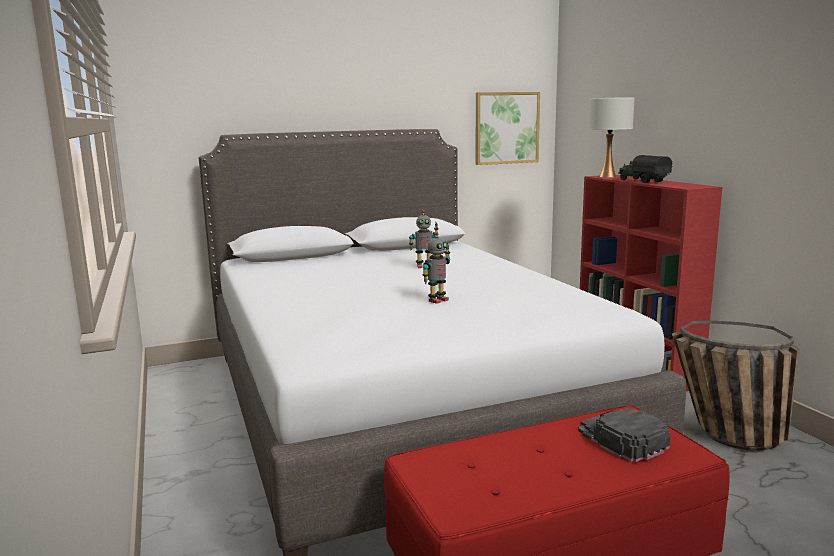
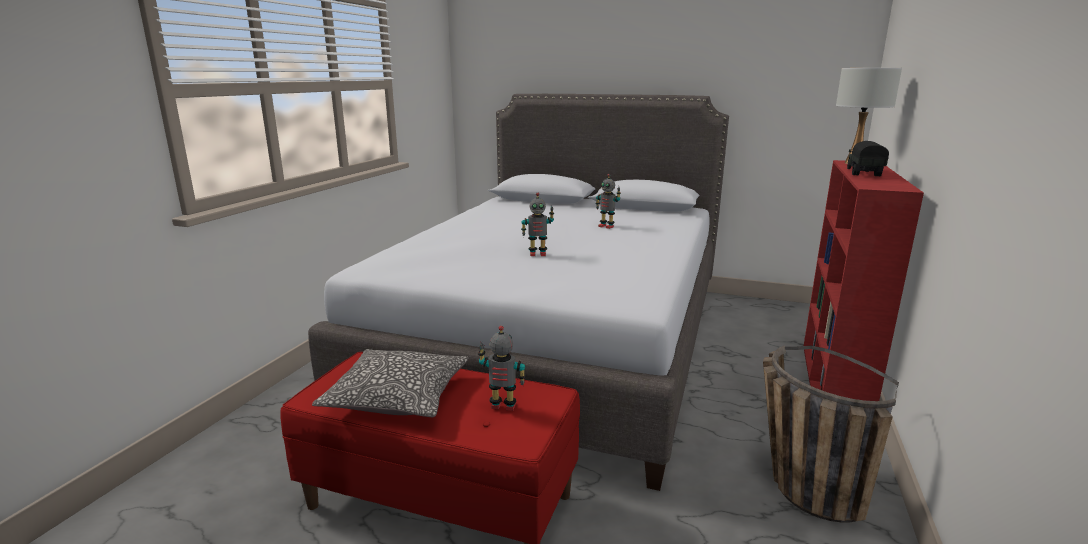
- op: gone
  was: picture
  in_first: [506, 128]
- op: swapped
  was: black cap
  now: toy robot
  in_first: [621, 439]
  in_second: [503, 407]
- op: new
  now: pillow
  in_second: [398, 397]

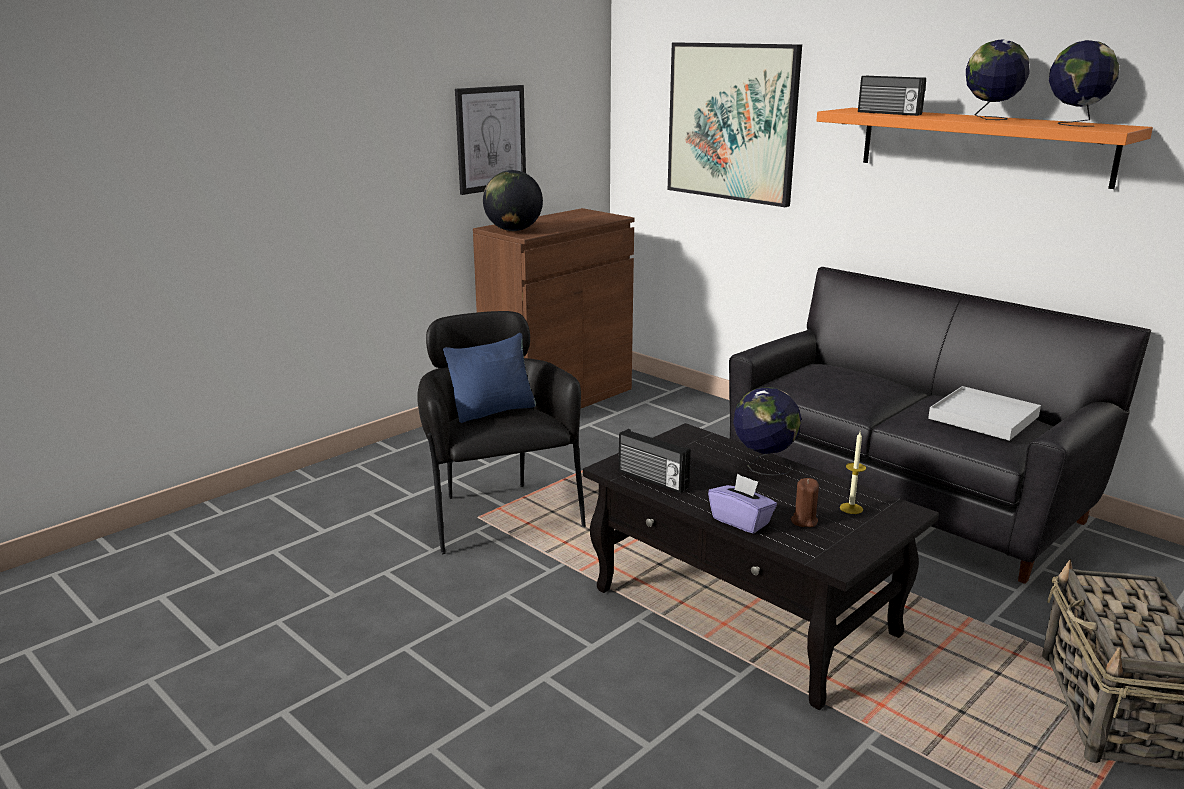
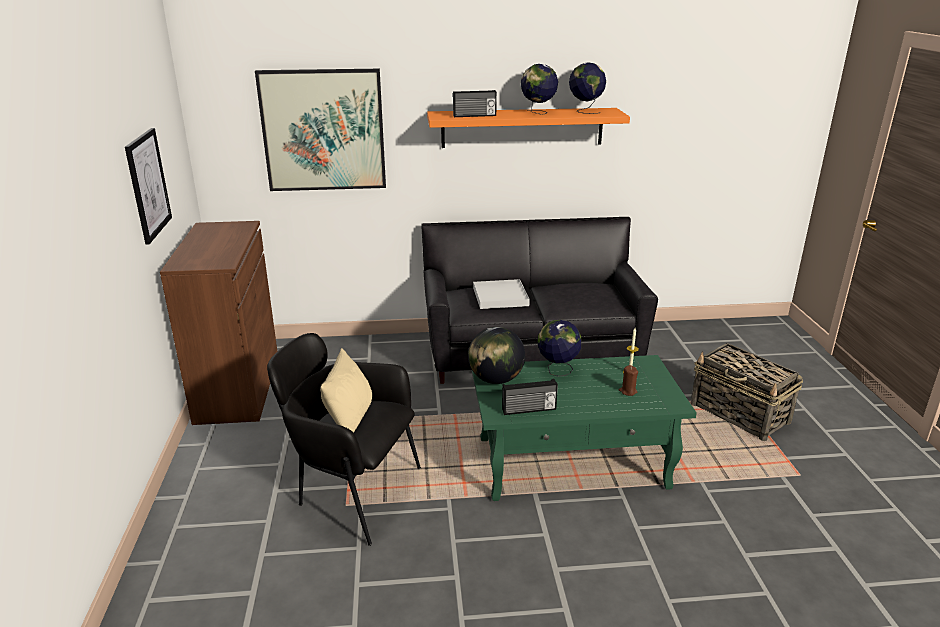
- op: shifted
  was: globe
  in_first: [513, 230]
  in_second: [496, 379]
- op: repainted
  was: blue pillow
  now: beige pillow
  in_first: [493, 411]
  in_second: [349, 417]
- op: shifted
  was: white tray
  in_first: [984, 417]
  in_second: [500, 297]
- op: repainted
  was: black coffee table
  now: green coffee table
  in_first: [746, 612]
  in_second: [573, 462]
- op: gone
  was: purple tissue box
  in_first: [741, 521]

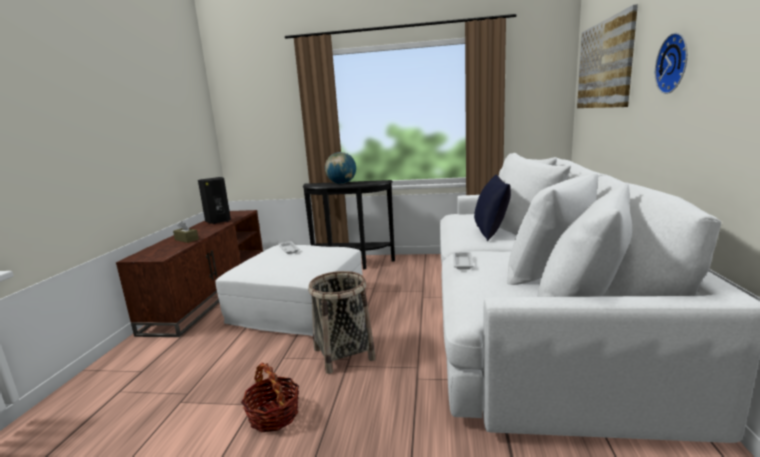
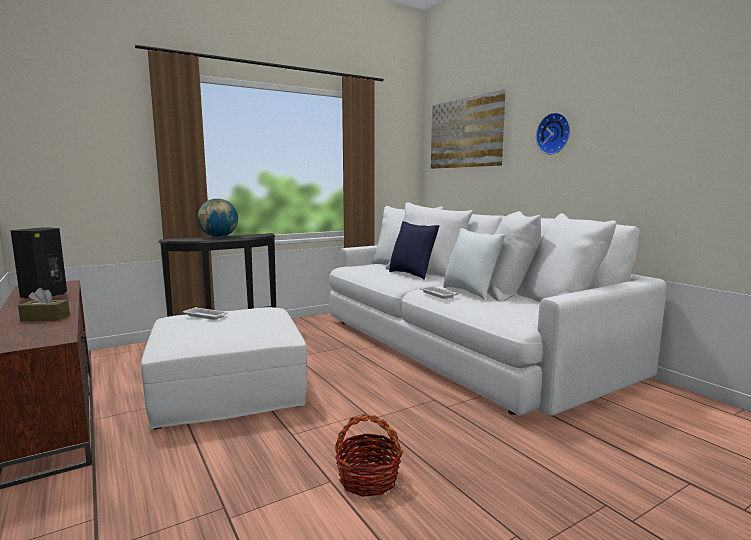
- op: gone
  was: basket
  in_first: [344, 354]
- op: new
  now: white pillow
  in_second: [470, 292]

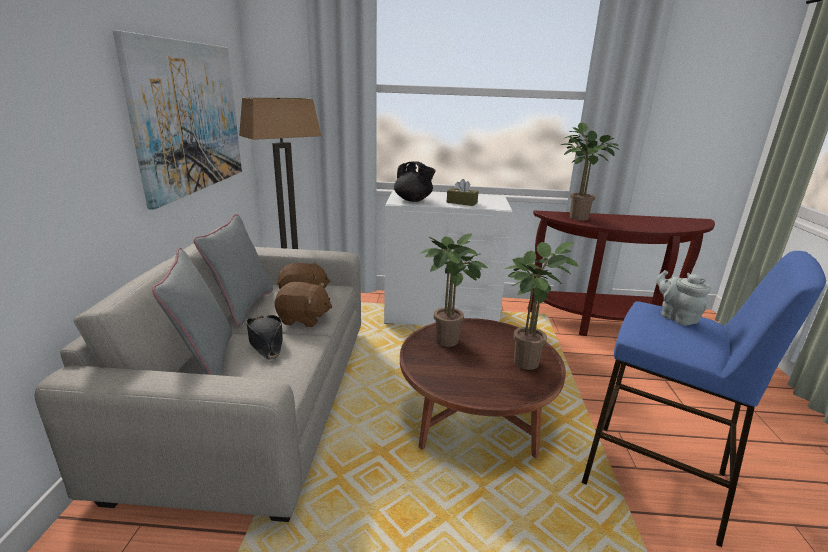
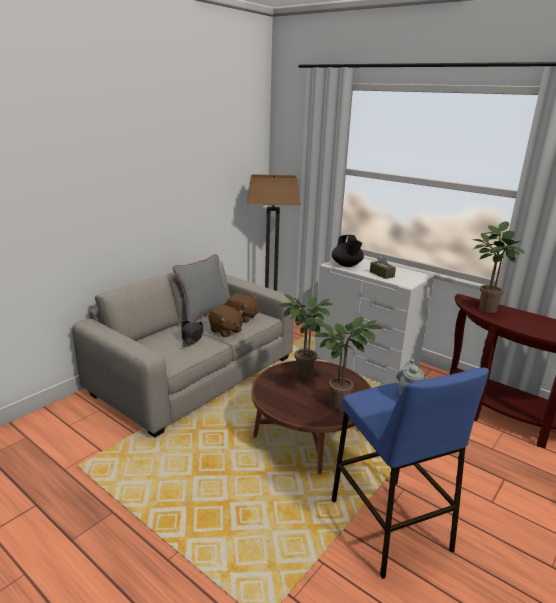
- op: gone
  was: picture
  in_first: [189, 118]
- op: gone
  was: grey pillow
  in_first: [206, 360]

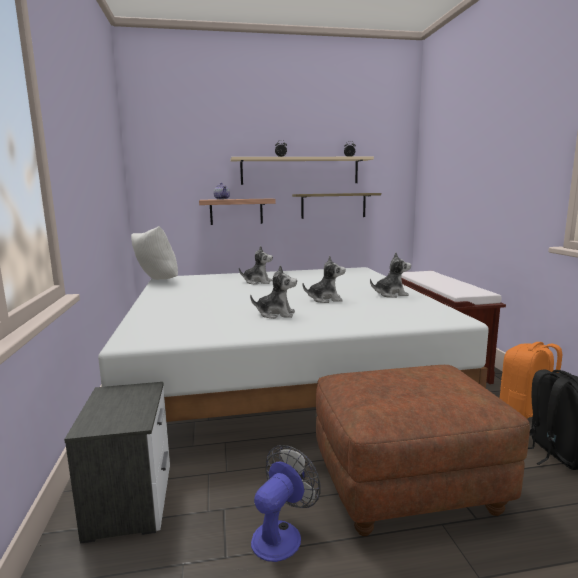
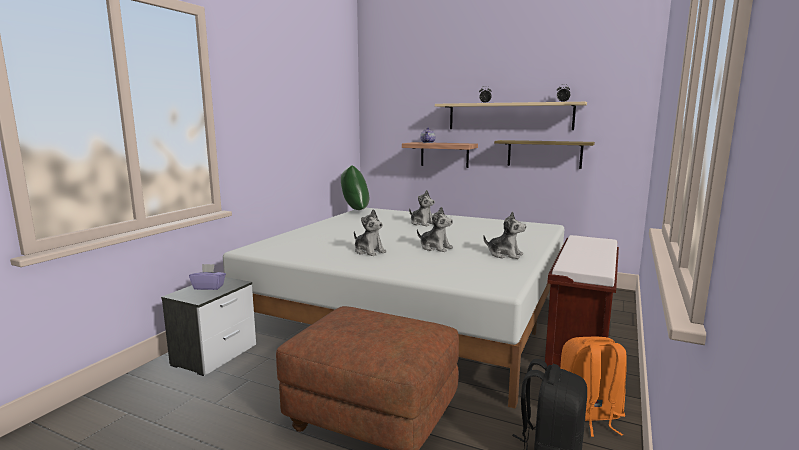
- op: repainted
  was: white pillow
  now: green pillow
  in_first: [156, 281]
  in_second: [354, 211]
- op: gone
  was: fan
  in_first: [281, 534]
- op: new
  now: purple tissue box
  in_second: [209, 287]

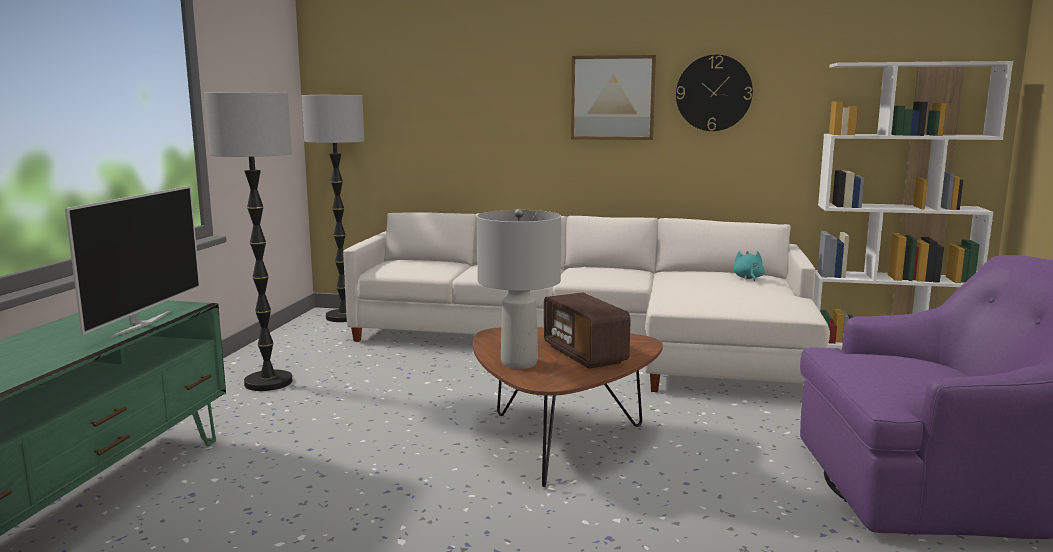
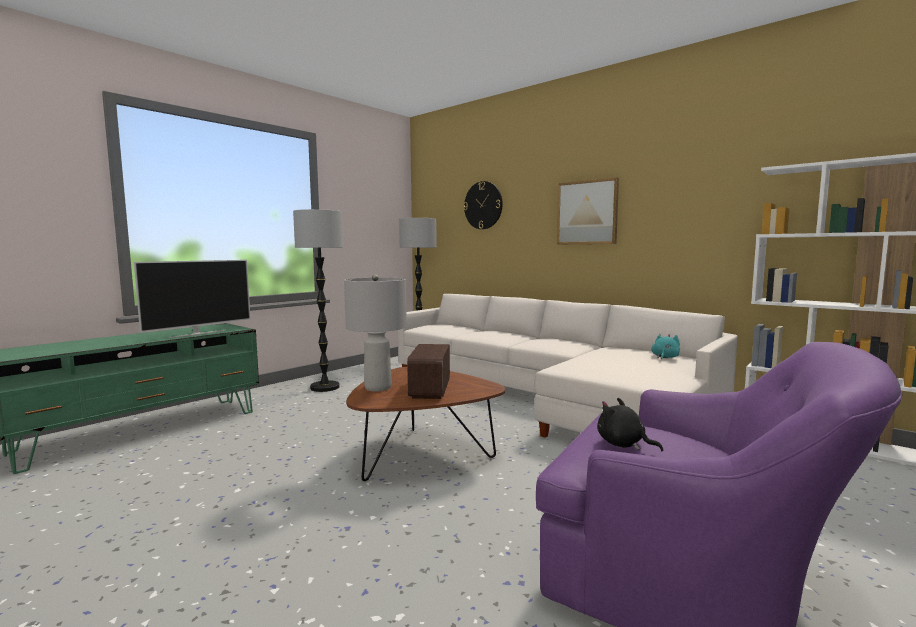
- op: shifted
  was: wall clock
  in_first: [713, 93]
  in_second: [483, 205]
- op: new
  now: black plush toy
  in_second: [623, 444]

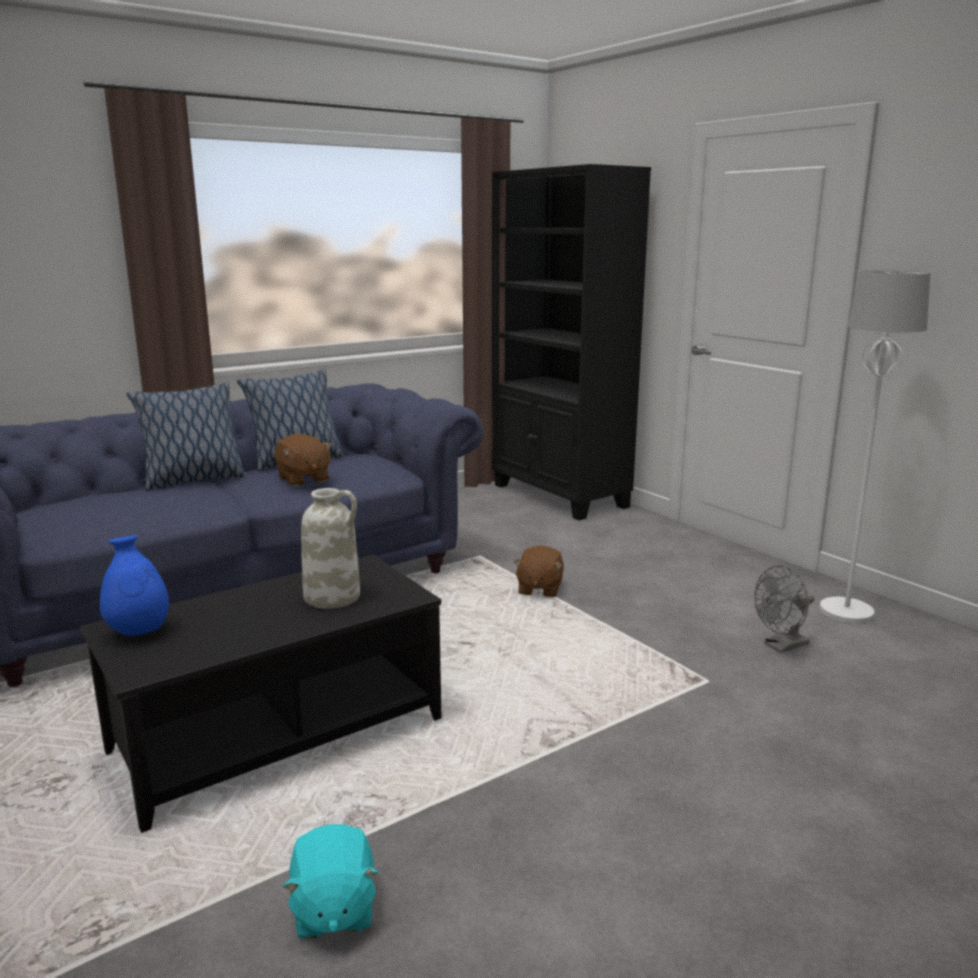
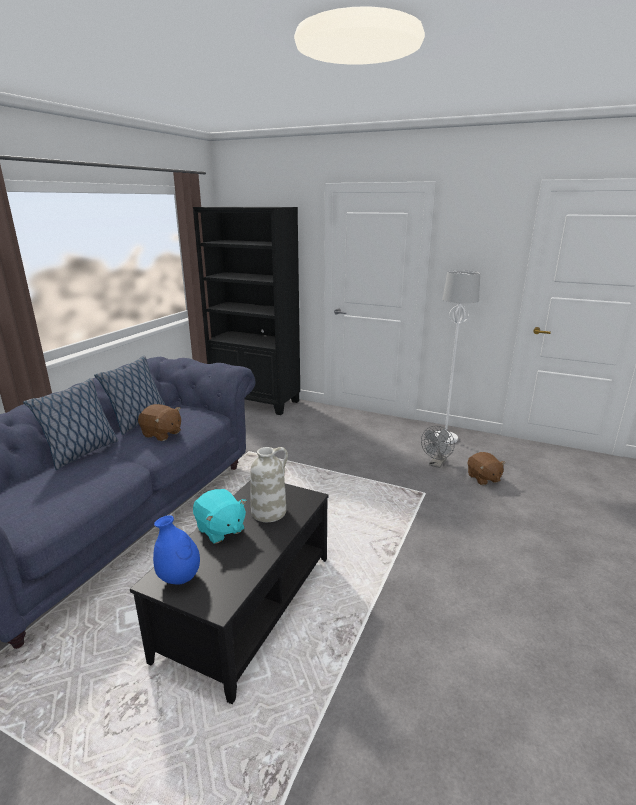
- op: shifted
  was: brown plush toy
  in_first: [539, 589]
  in_second: [483, 478]
- op: shifted
  was: turquoise plush toy
  in_first: [333, 910]
  in_second: [220, 530]

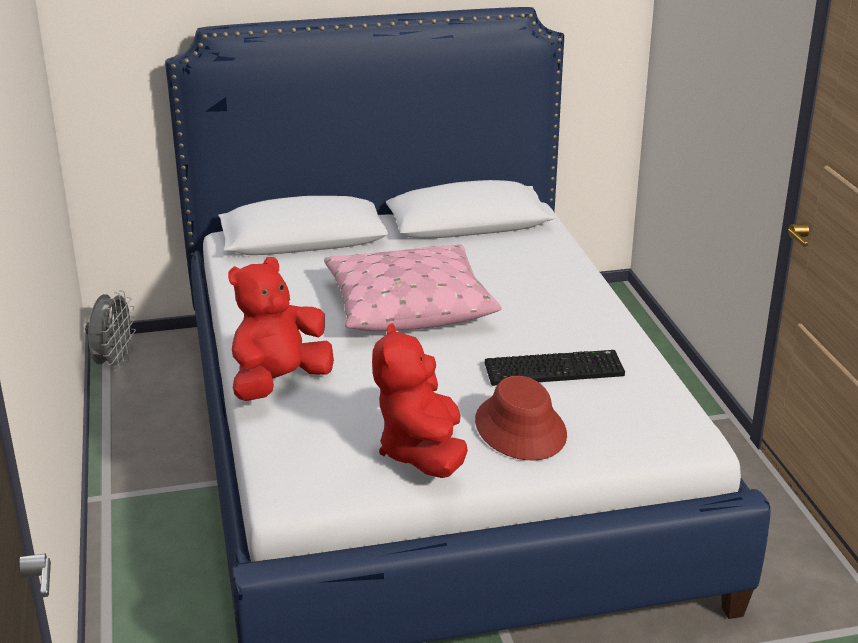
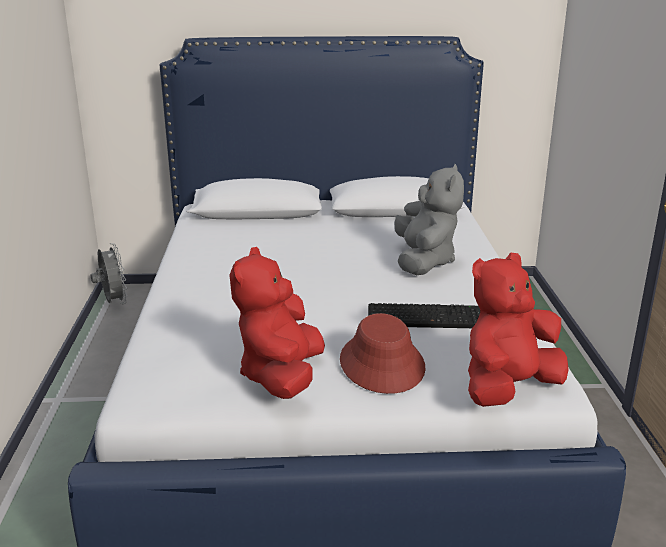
- op: gone
  was: pink pillow
  in_first: [408, 305]
- op: shifted
  was: red plush toy
  in_first: [279, 383]
  in_second: [508, 389]
- op: rotated
  was: grey fan
  in_first: [114, 363]
  in_second: [113, 302]
  clockwise: -45
- op: new
  now: grey plush toy
  in_second: [424, 261]

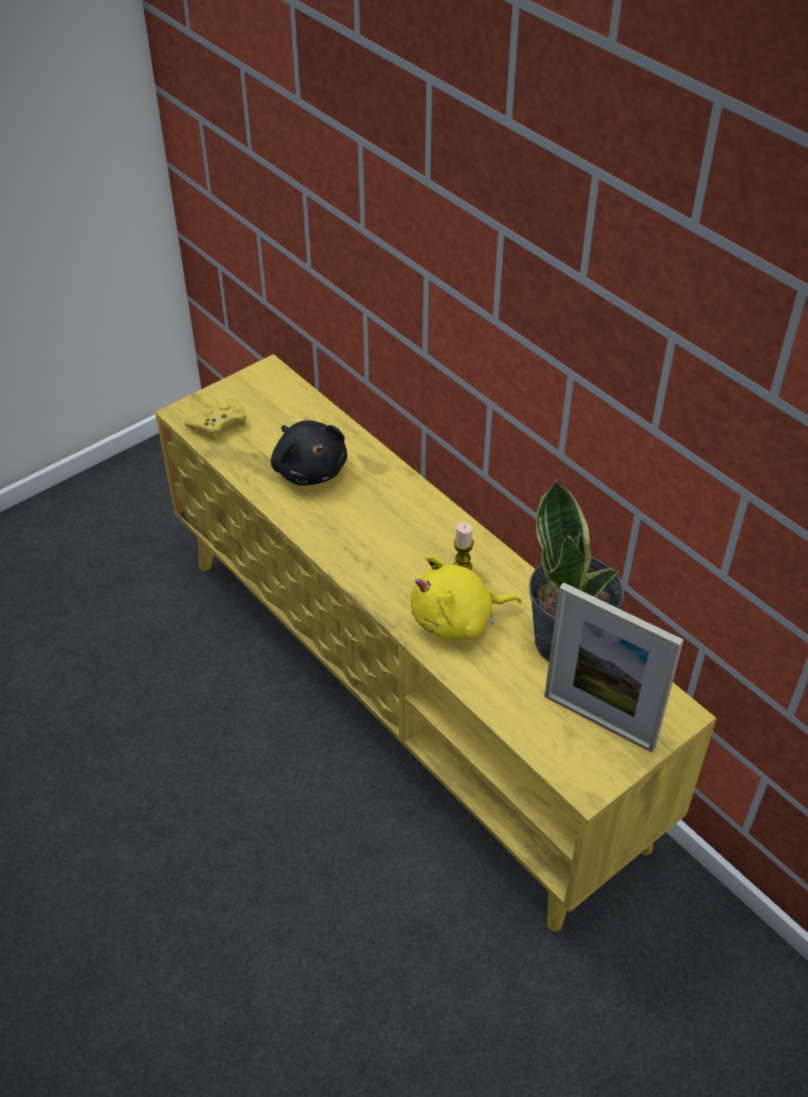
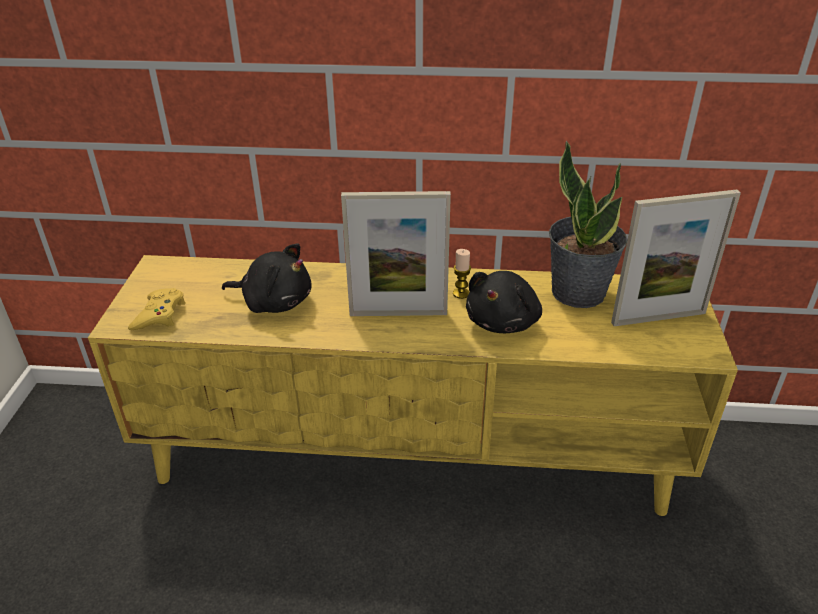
- op: repainted
  was: yellow plush toy
  now: black plush toy
  in_first: [457, 620]
  in_second: [504, 321]
- op: new
  now: picture frame
  in_second: [398, 313]

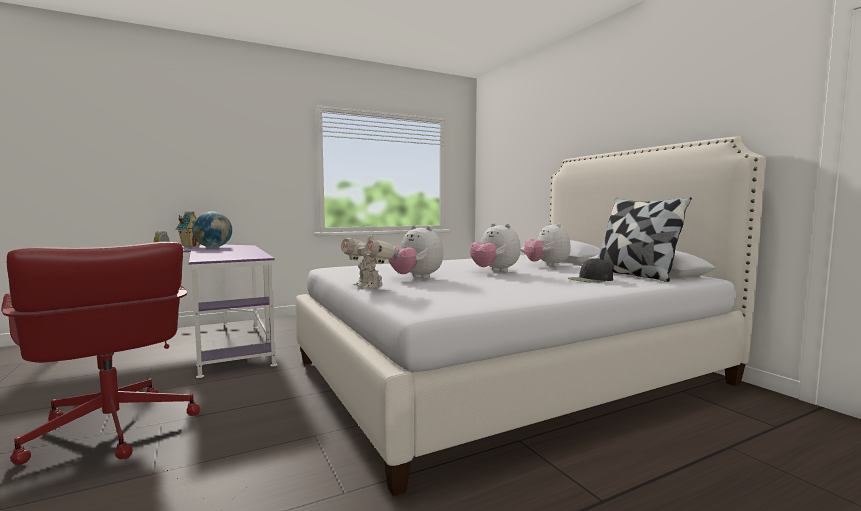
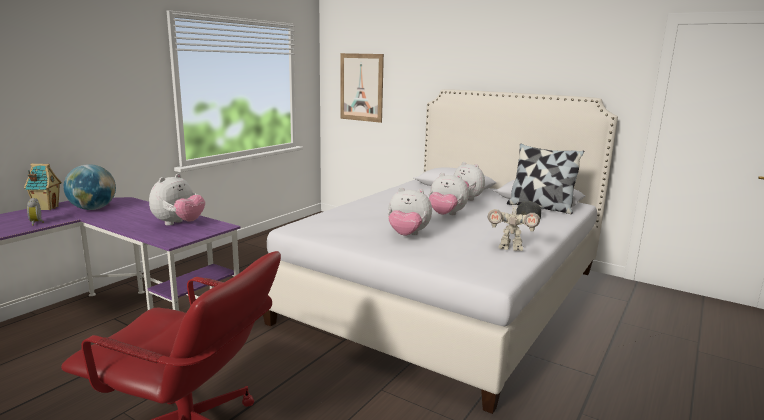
- op: shifted
  was: toy robot
  in_first: [369, 286]
  in_second: [510, 248]
- op: new
  now: picture
  in_second: [361, 87]
- op: new
  now: plush toy
  in_second: [179, 224]

